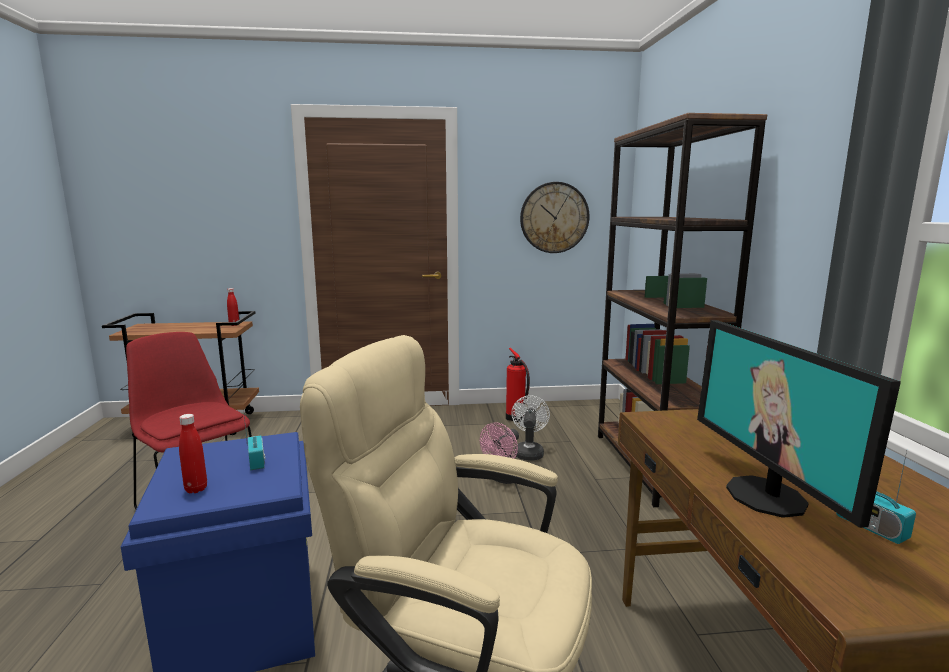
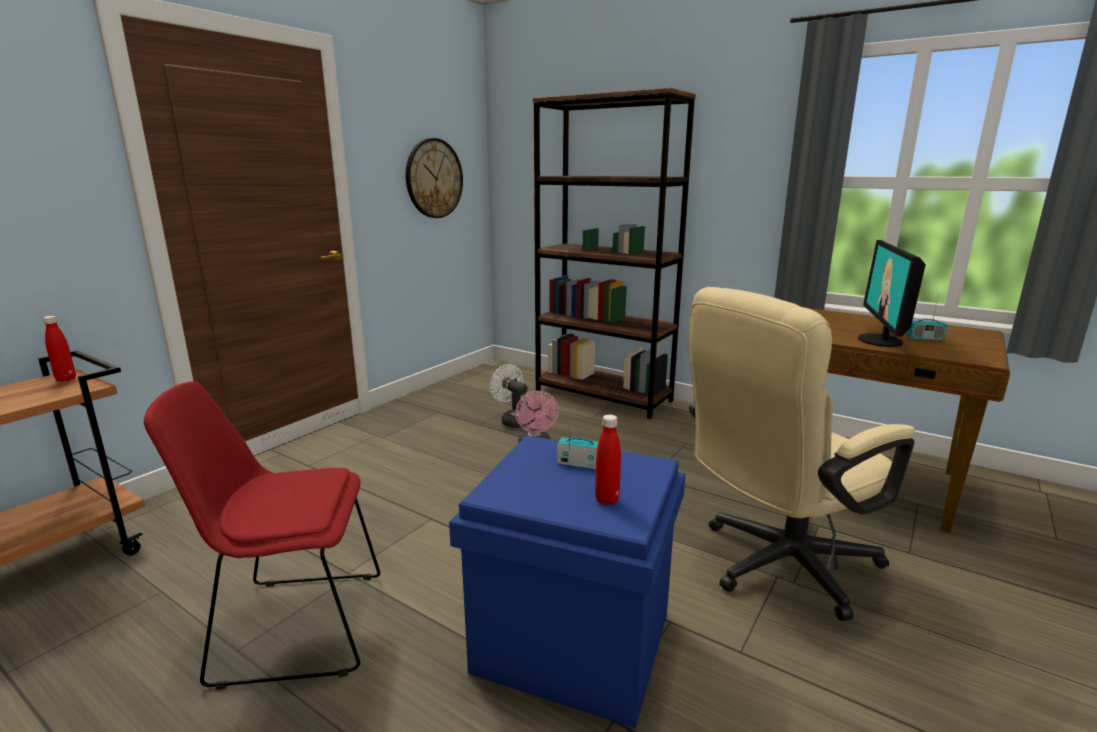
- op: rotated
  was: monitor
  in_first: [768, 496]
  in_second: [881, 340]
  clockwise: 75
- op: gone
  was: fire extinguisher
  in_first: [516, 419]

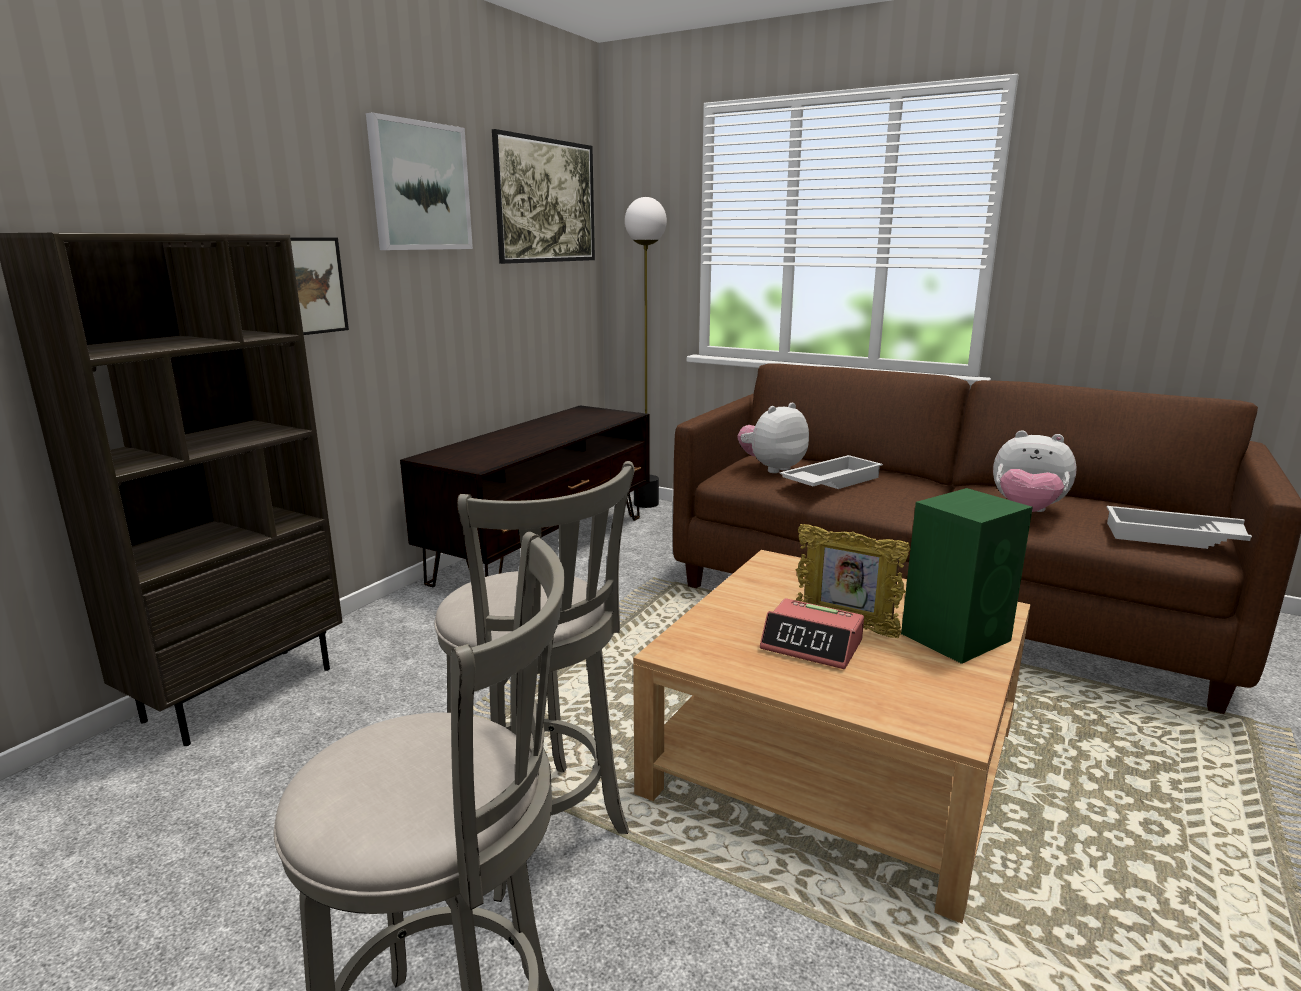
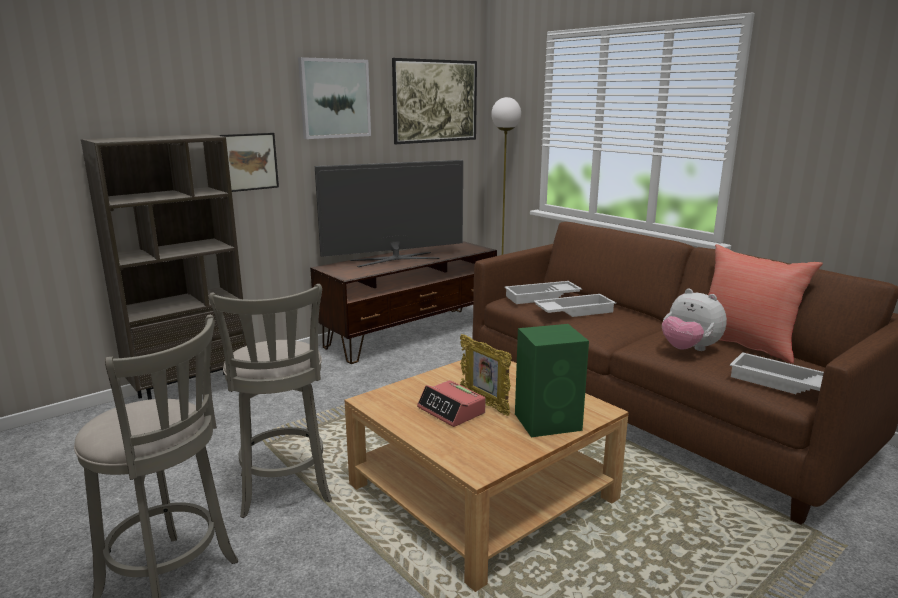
- op: swapped
  was: plush toy
  now: white tray
  in_first: [772, 468]
  in_second: [542, 297]
- op: new
  now: television
  in_second: [395, 259]
- op: new
  now: red pillow
  in_second: [743, 343]

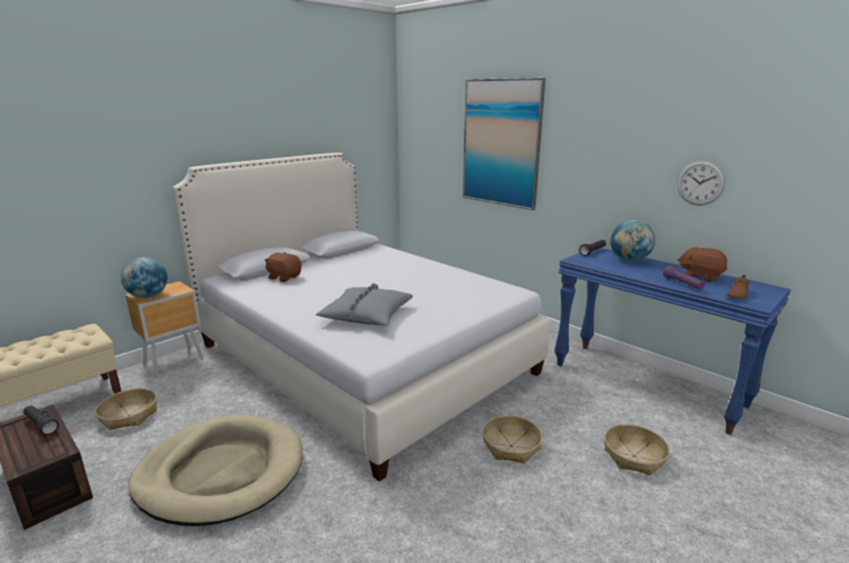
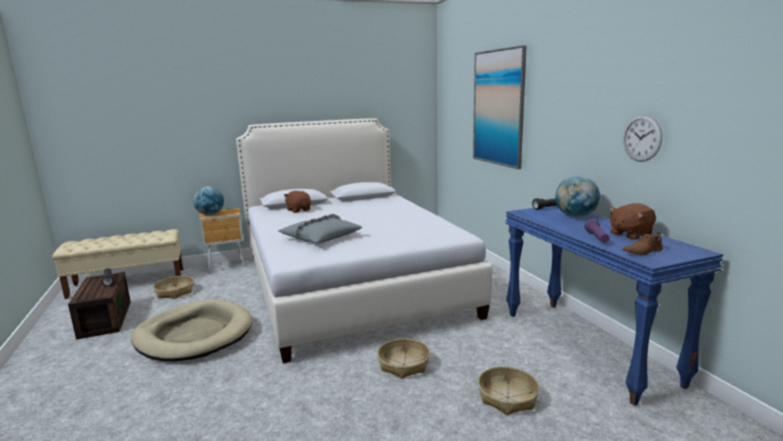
- op: rotated
  was: brown plush toy
  in_first: [700, 276]
  in_second: [630, 234]
  clockwise: -90

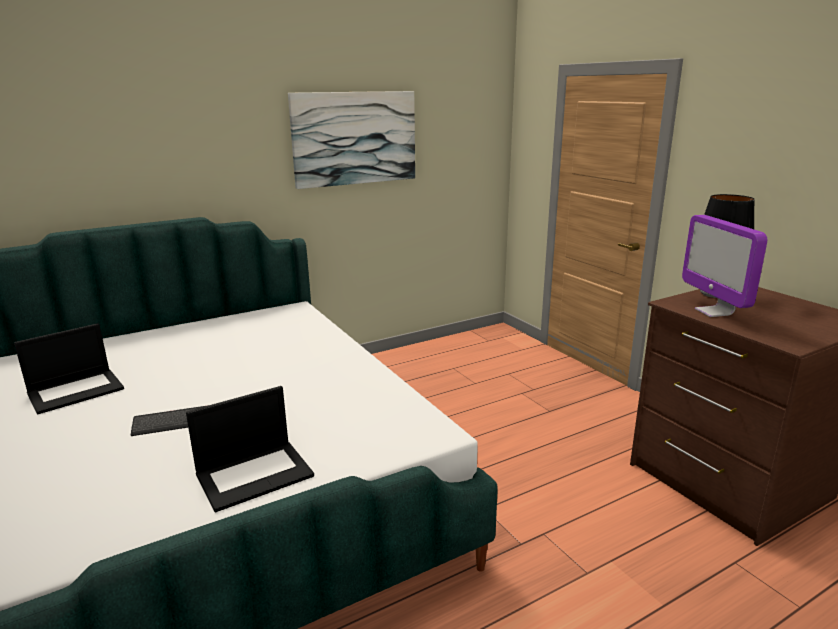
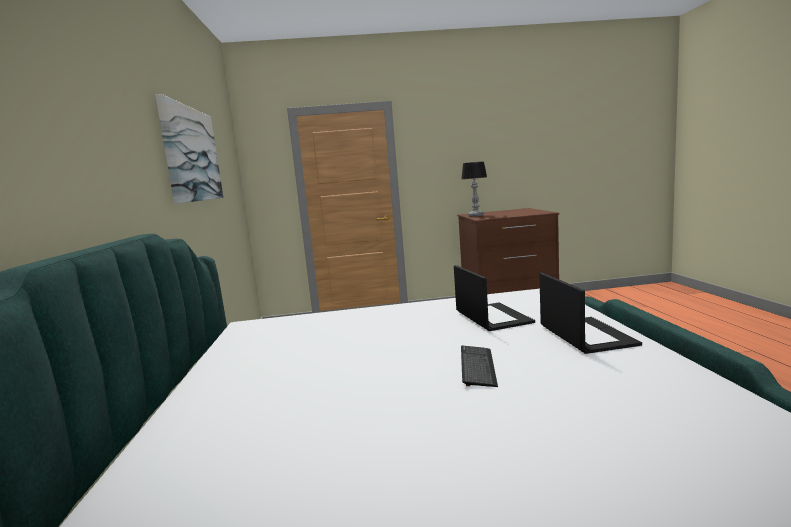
- op: gone
  was: monitor
  in_first: [714, 312]
- op: shifted
  was: laptop
  in_first: [76, 390]
  in_second: [492, 317]

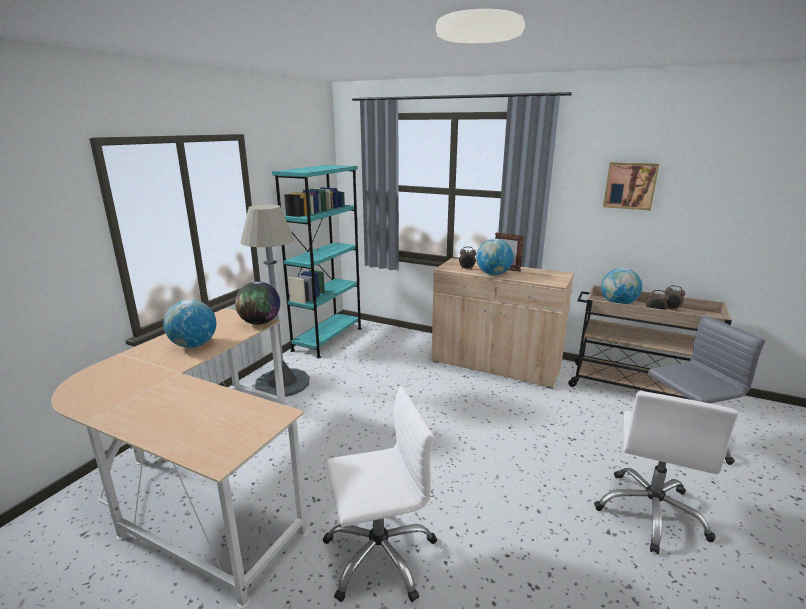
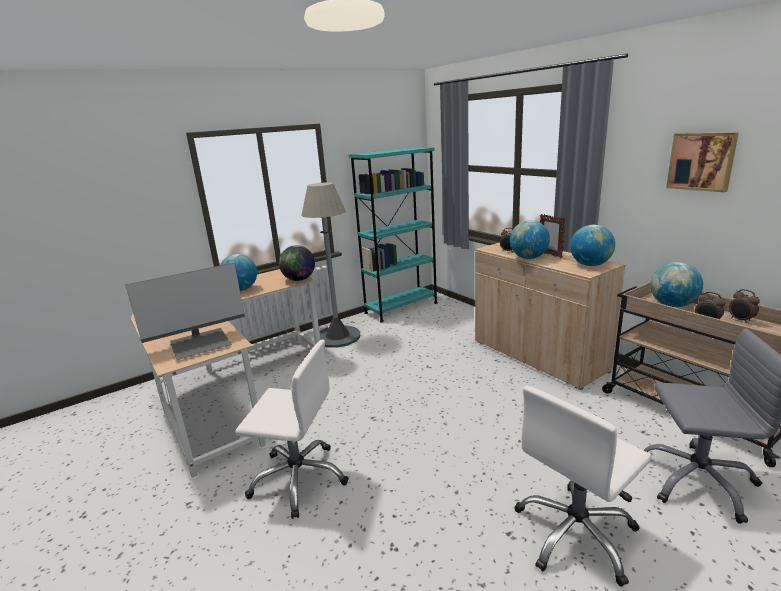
- op: new
  now: globe
  in_second: [590, 265]
- op: new
  now: monitor
  in_second: [200, 344]

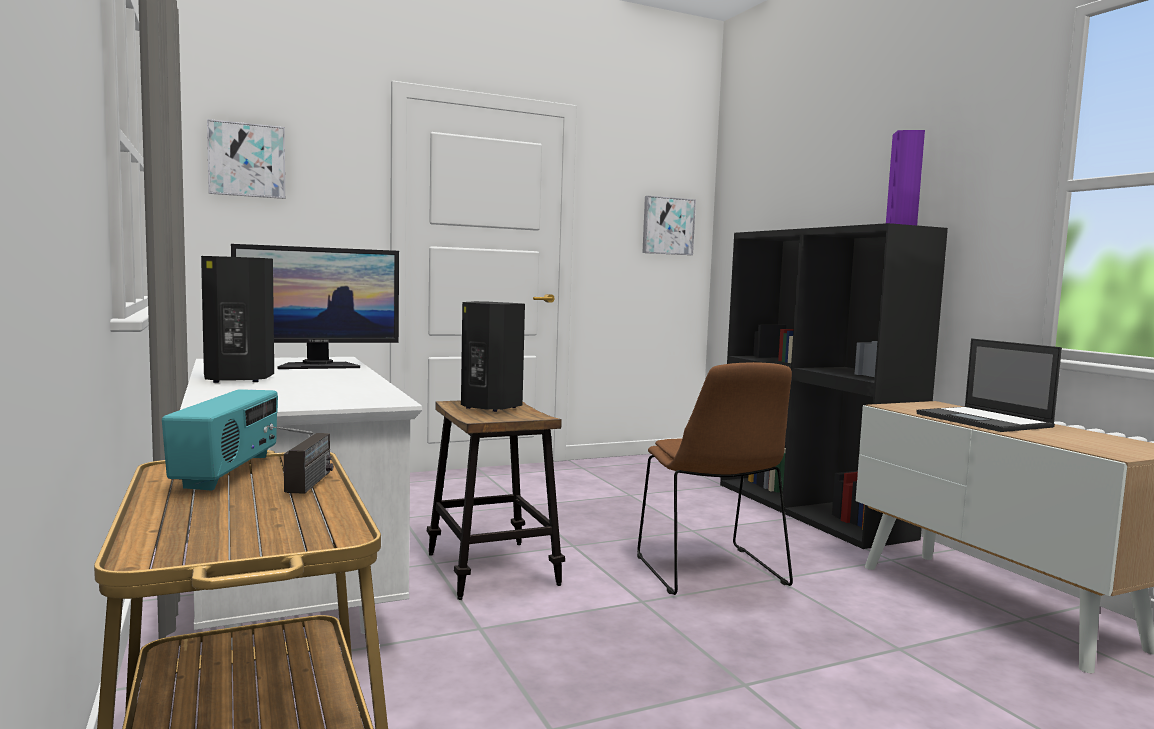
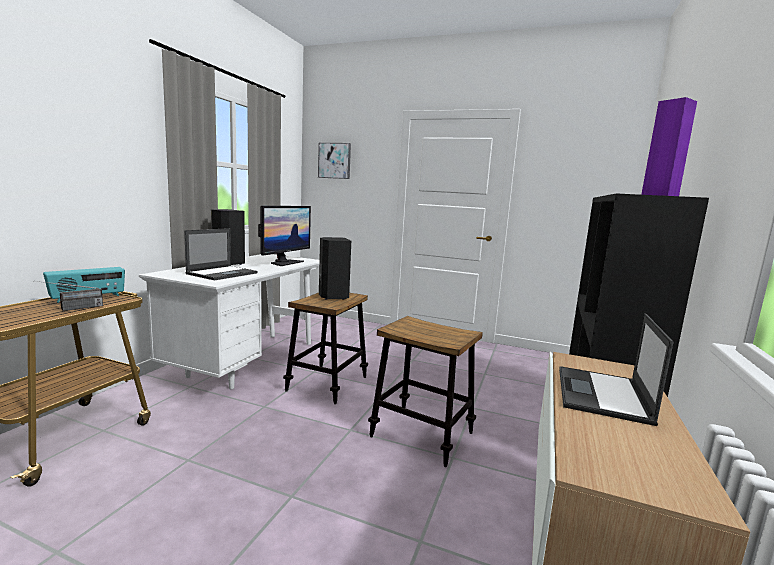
- op: gone
  was: picture
  in_first: [667, 226]
- op: rotated
  was: monitor
  in_first: [318, 366]
  in_second: [285, 262]
  clockwise: -90
- op: swapped
  was: brown chair
  now: stool
  in_first: [711, 573]
  in_second: [421, 434]
- op: new
  now: laptop
  in_second: [223, 273]

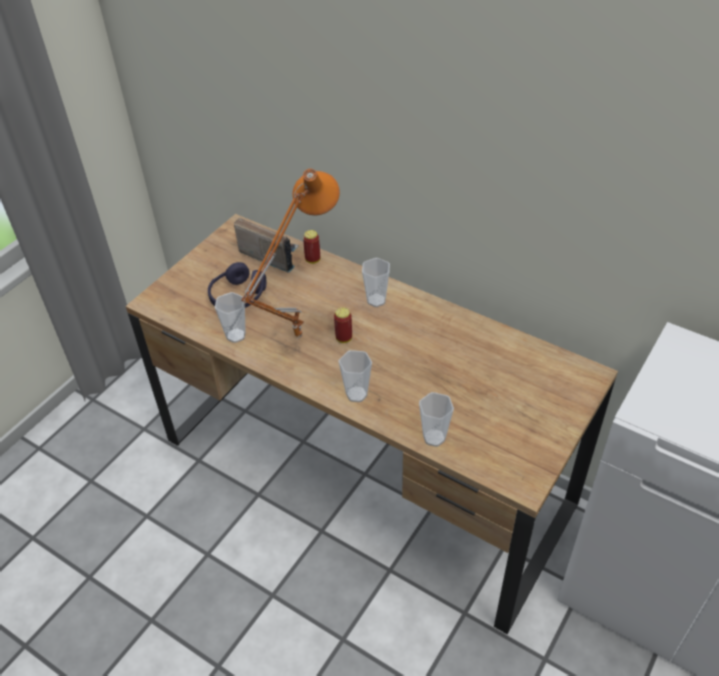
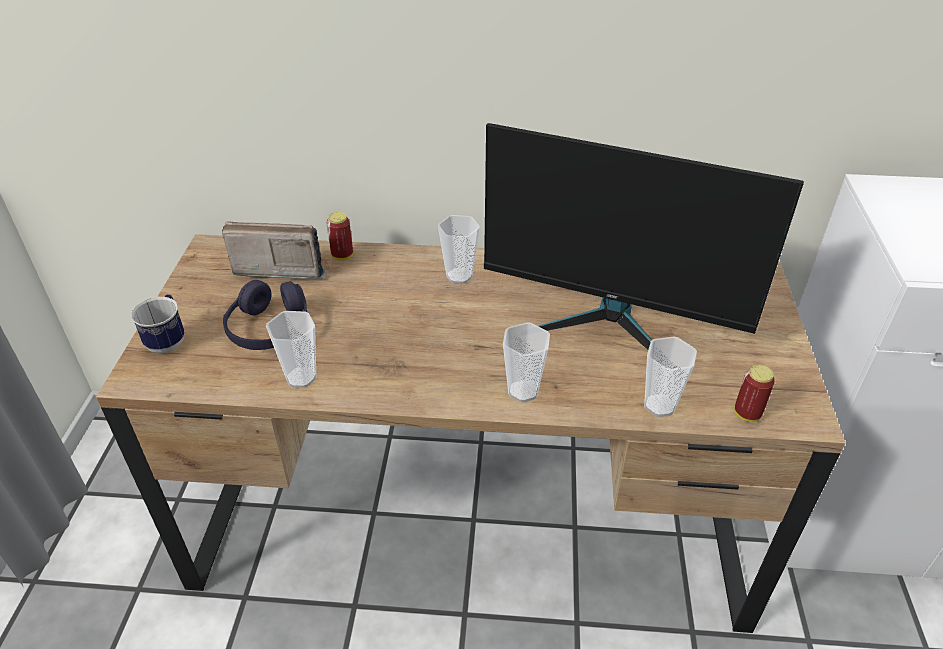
- op: gone
  was: orange table lamp
  in_first: [297, 336]
- op: shifted
  was: can
  in_first: [344, 338]
  in_second: [747, 414]
- op: new
  now: monitor
  in_second: [611, 324]
- op: new
  now: mug
  in_second: [168, 340]

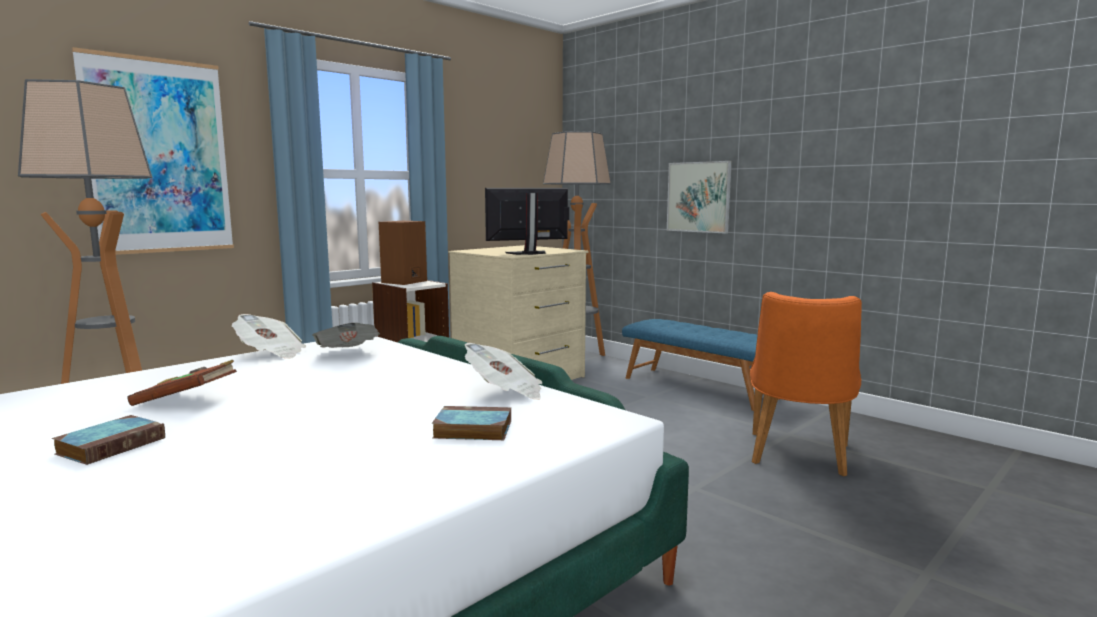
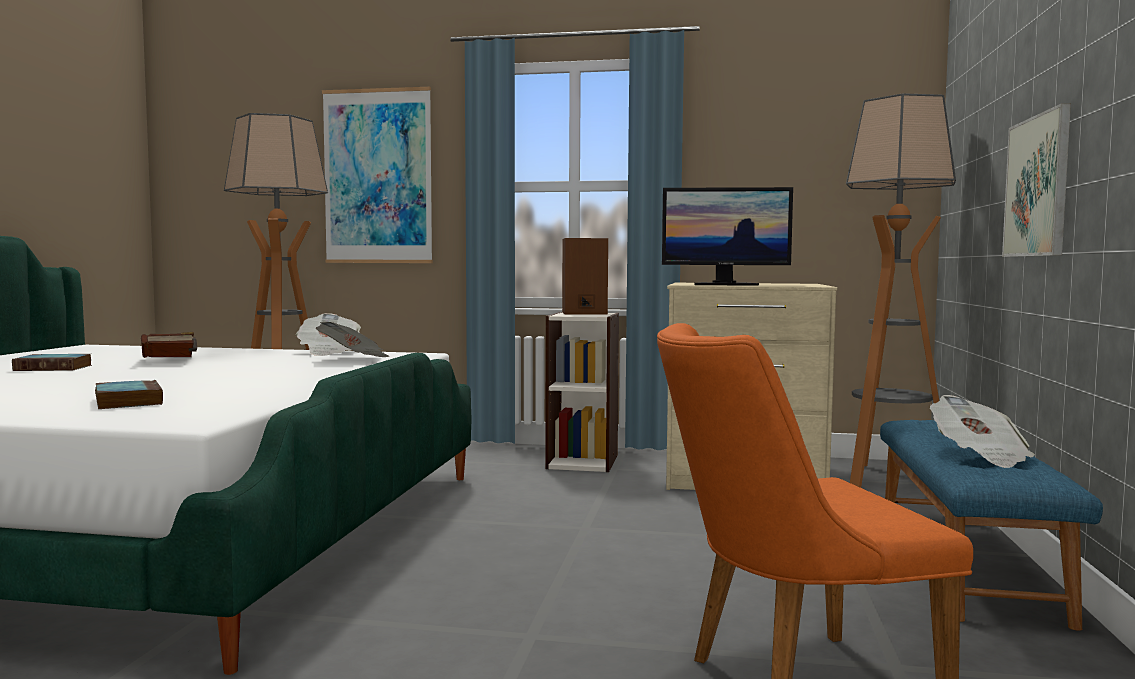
- op: rotated
  was: monitor
  in_first: [528, 253]
  in_second: [724, 284]
  clockwise: 150
- op: shifted
  was: newspaper
  in_first: [505, 392]
  in_second: [979, 456]

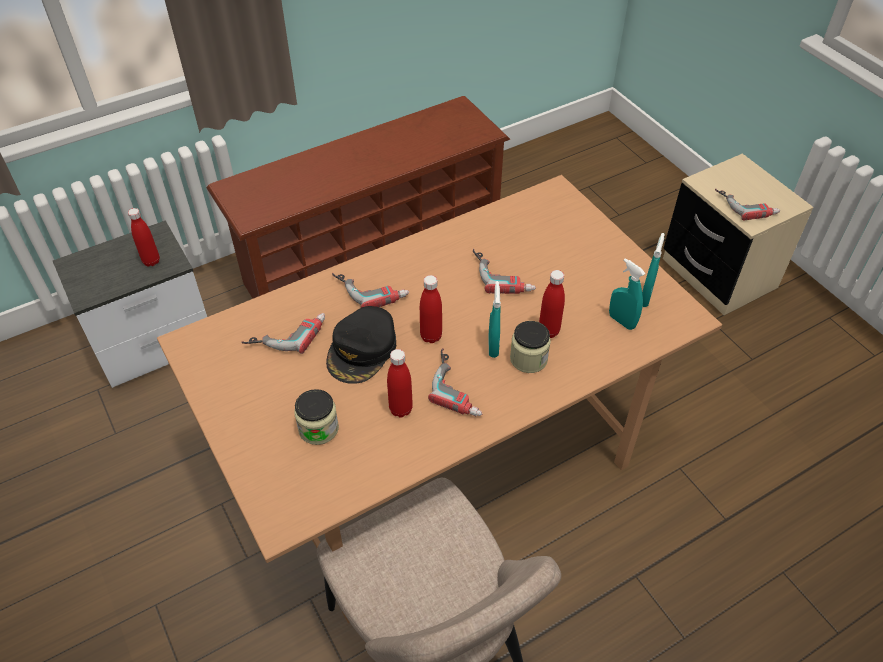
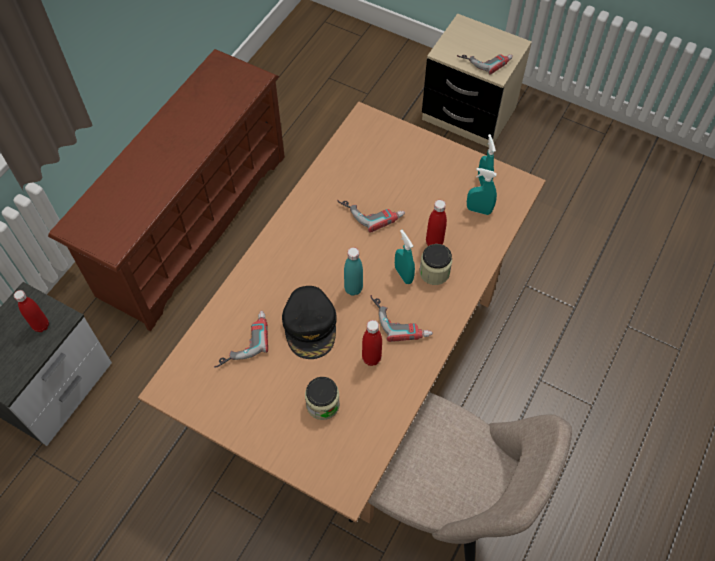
- op: gone
  was: power drill
  in_first: [371, 288]
- op: repainted
  was: red bottle
  now: turquoise bottle
  in_first: [431, 336]
  in_second: [353, 289]

